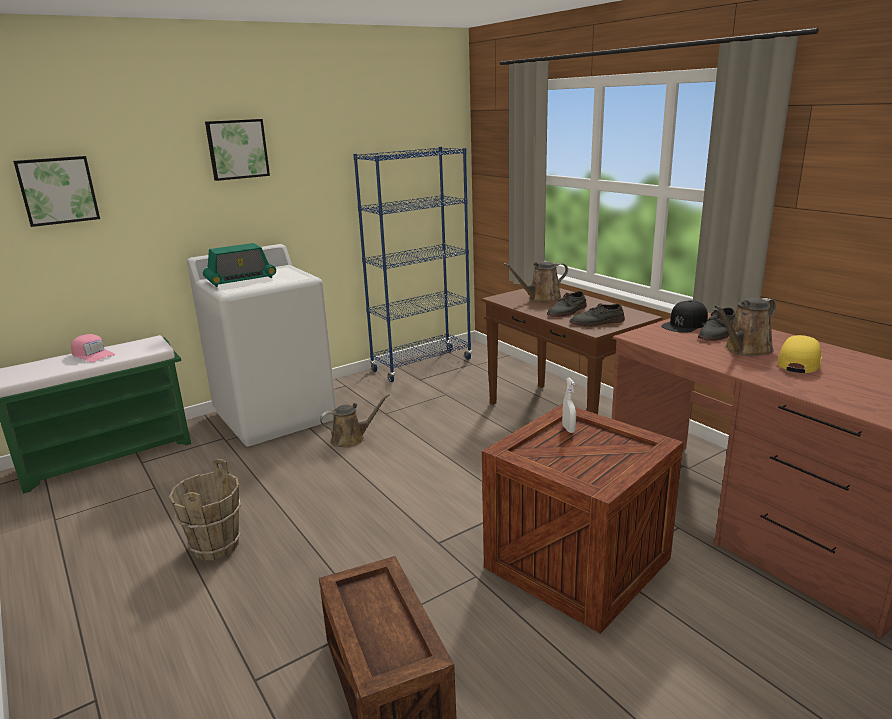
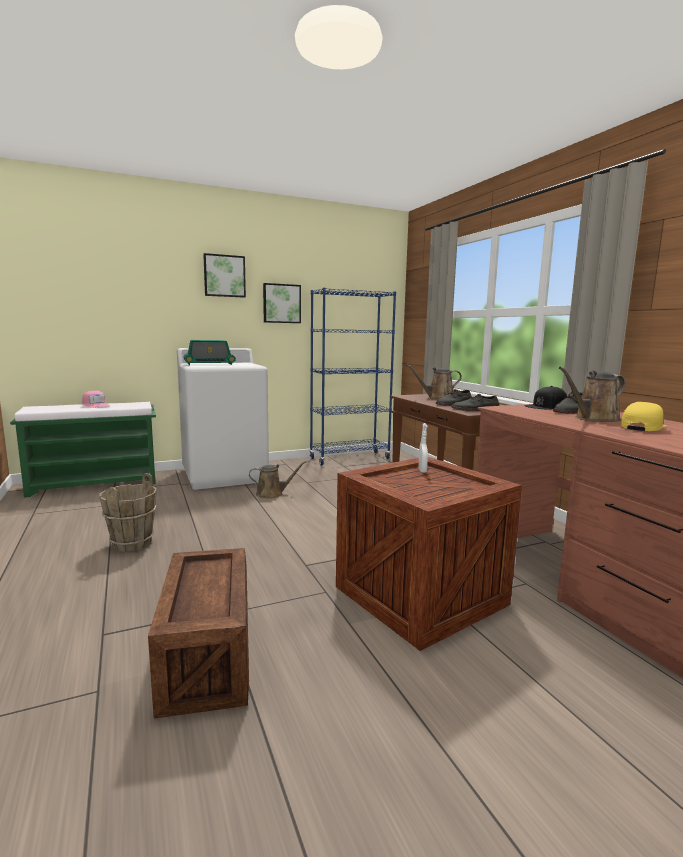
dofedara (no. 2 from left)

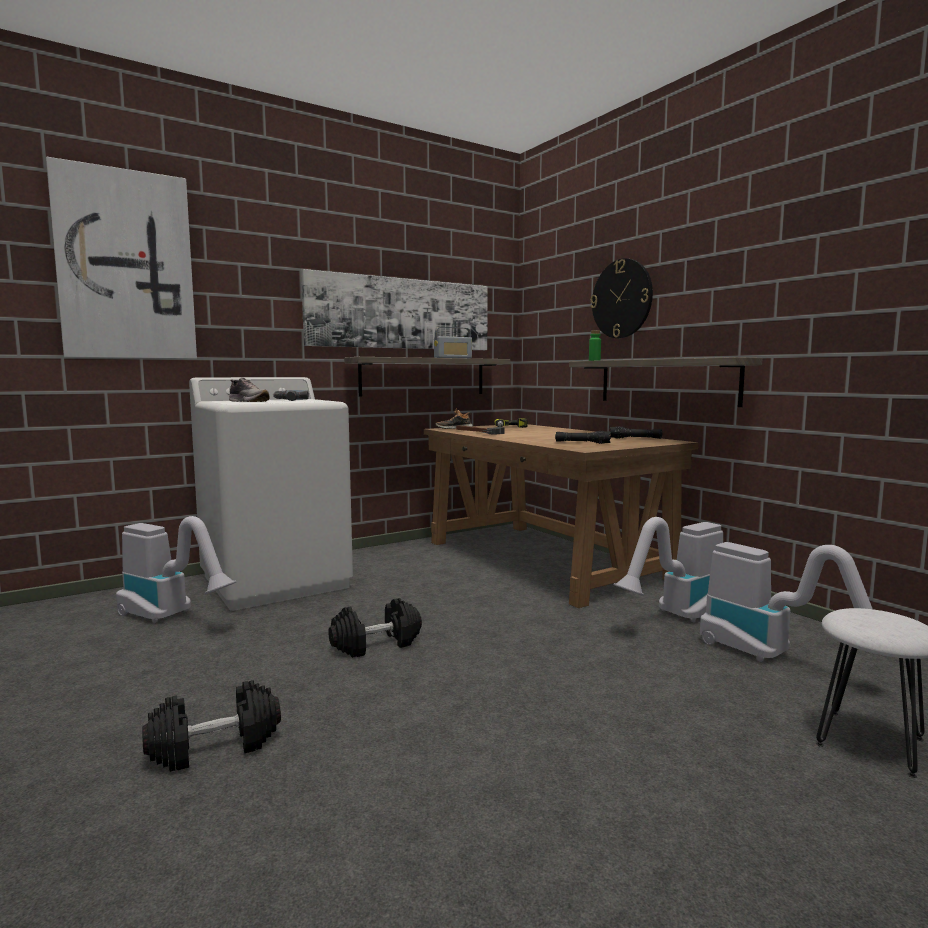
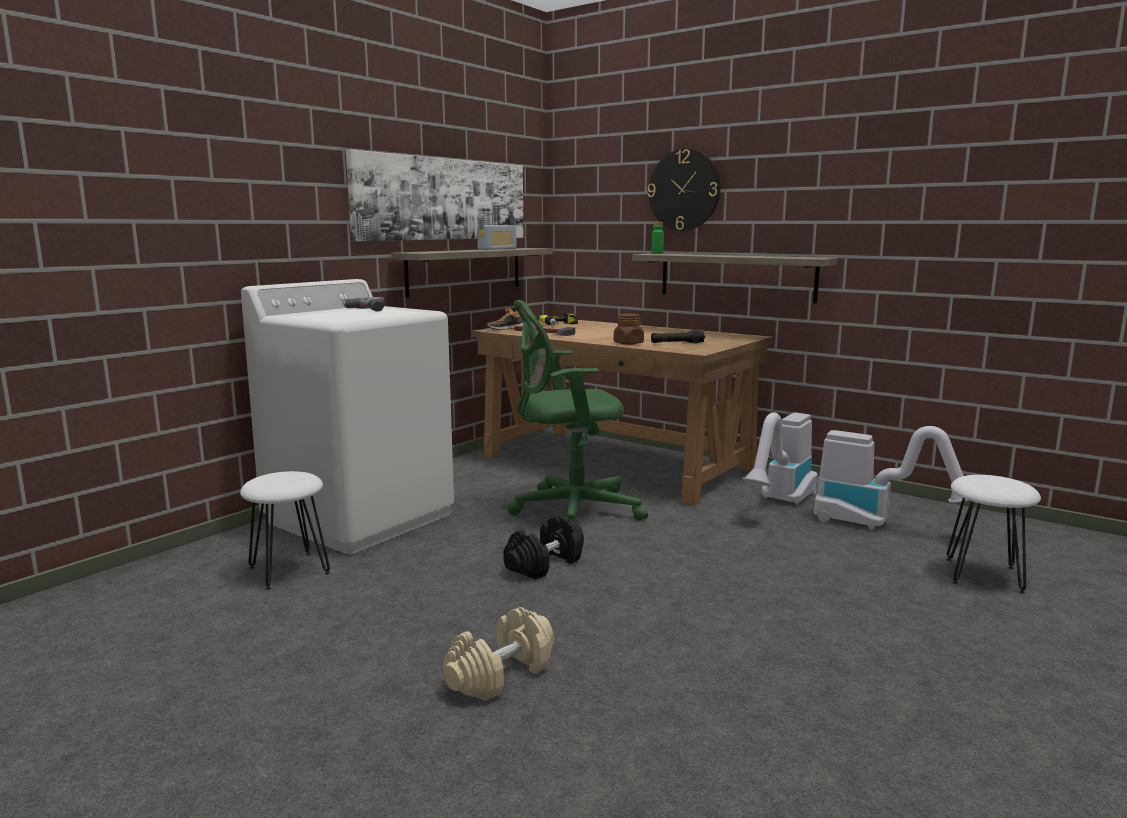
dofedara (no. 1 from left in the first image)
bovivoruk (no. 1 from left in the first image)
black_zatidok (no. 2 from left in the first image)
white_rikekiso (no. 1 from left)
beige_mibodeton
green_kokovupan
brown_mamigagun

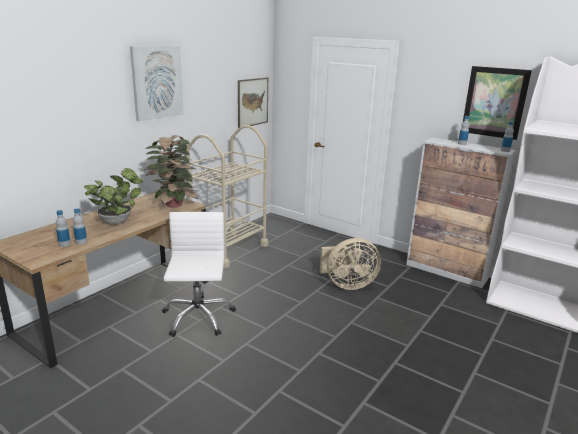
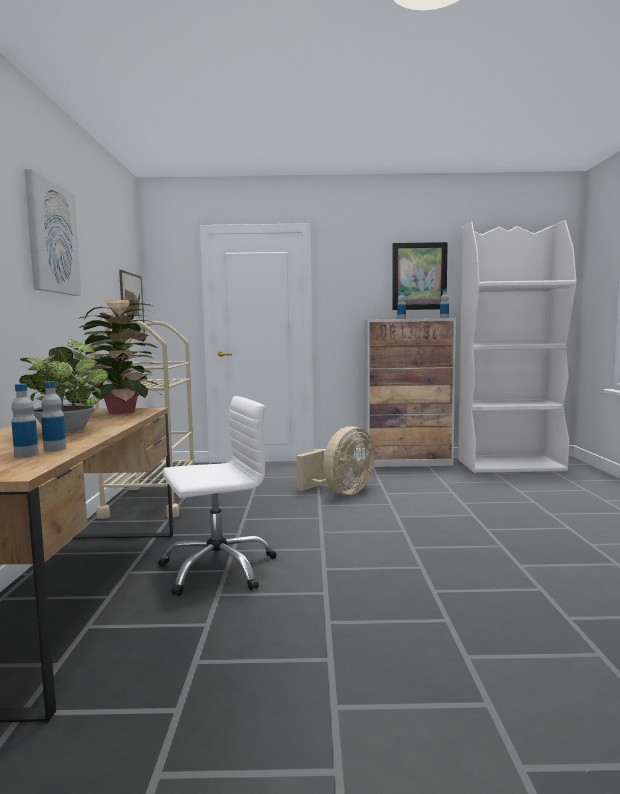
white_kokovupan

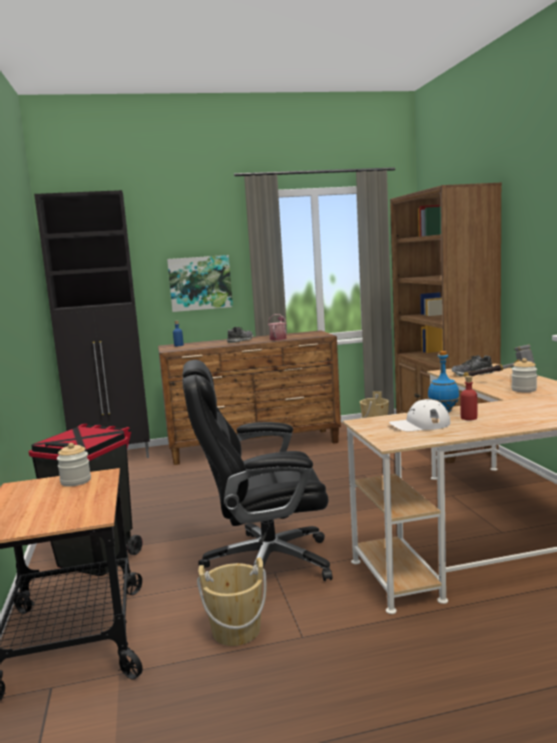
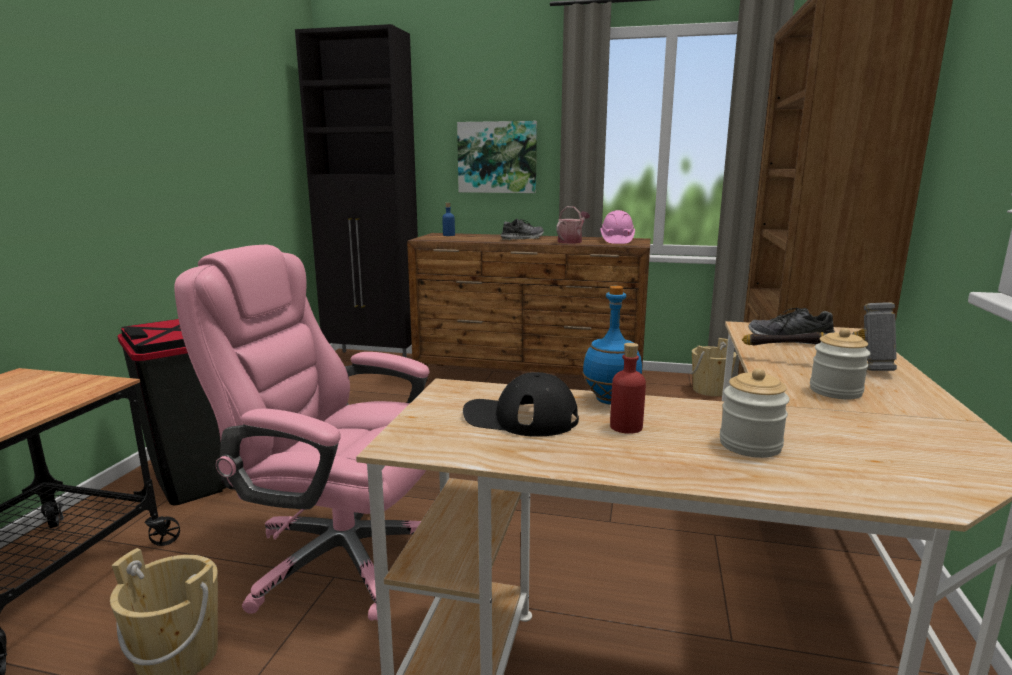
pink_kokovupan
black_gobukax
mamigagun (no. 1 from left)
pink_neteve

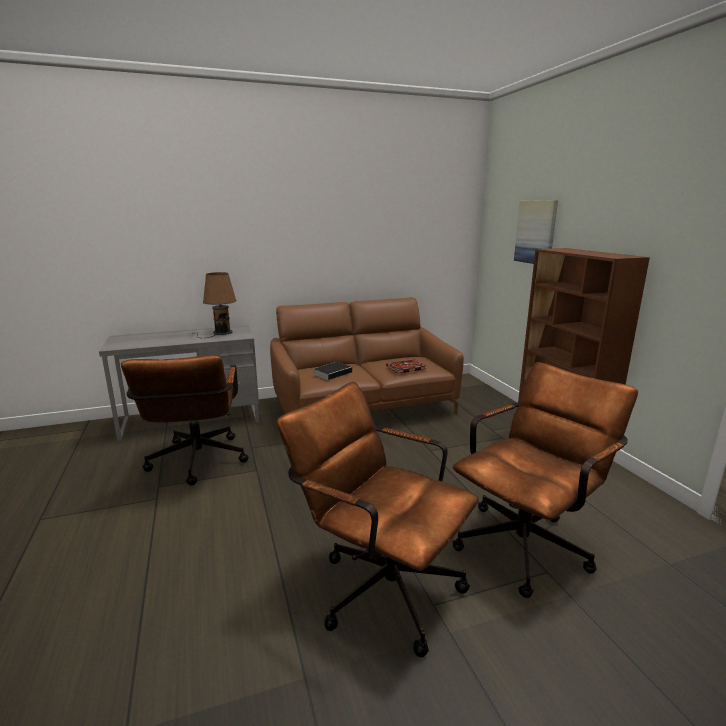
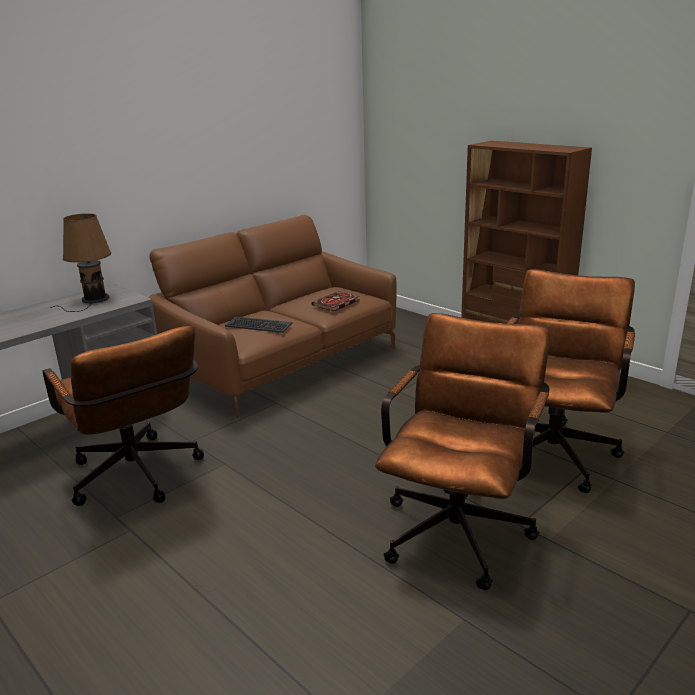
dofedara
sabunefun
brown_kokovupan (no. 2 from left)

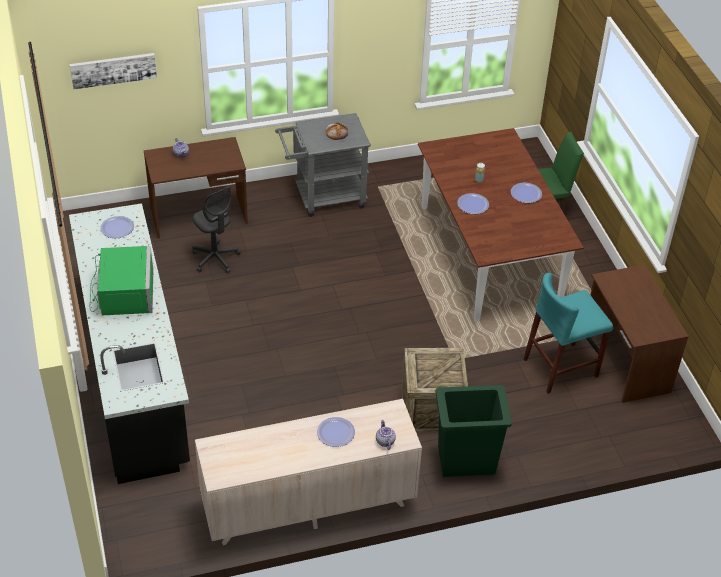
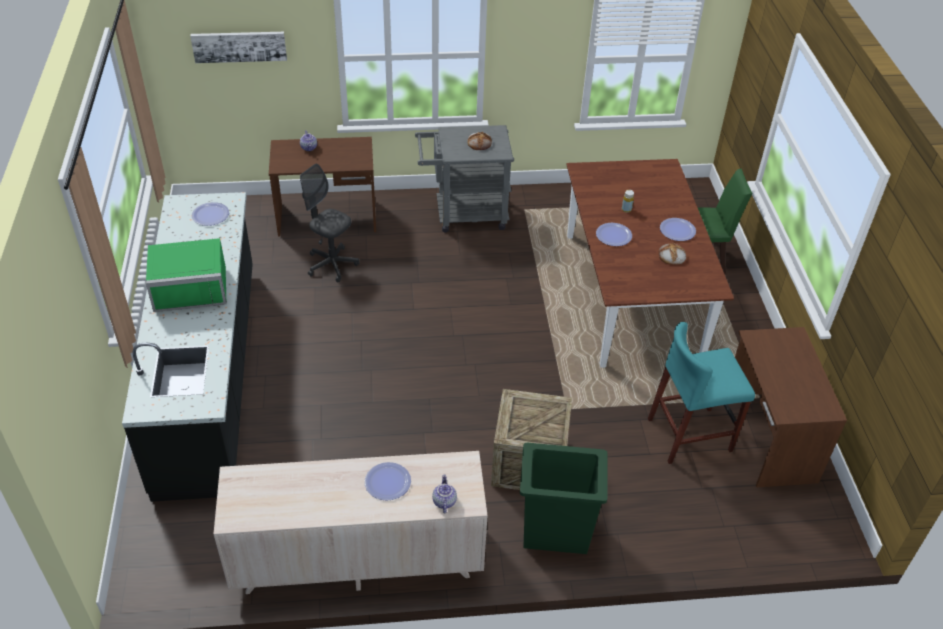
grey_kokovupan
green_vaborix
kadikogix (no. 2 from left)

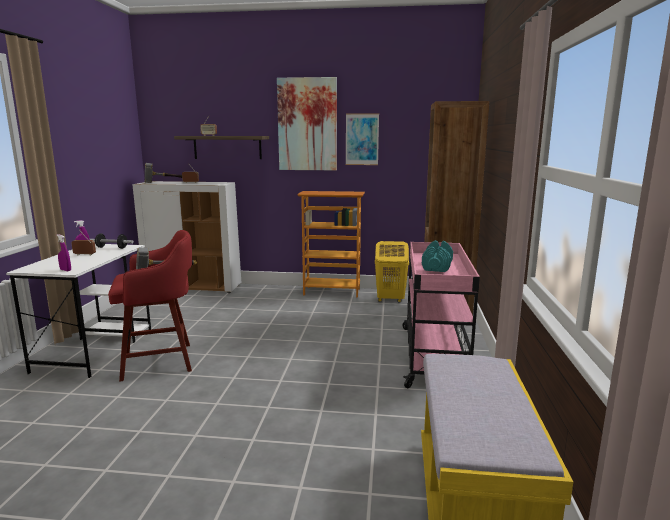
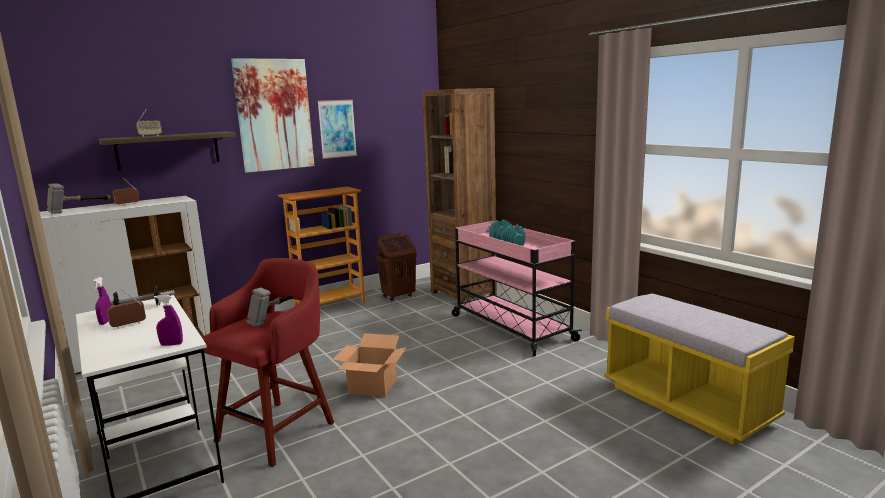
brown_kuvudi
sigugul

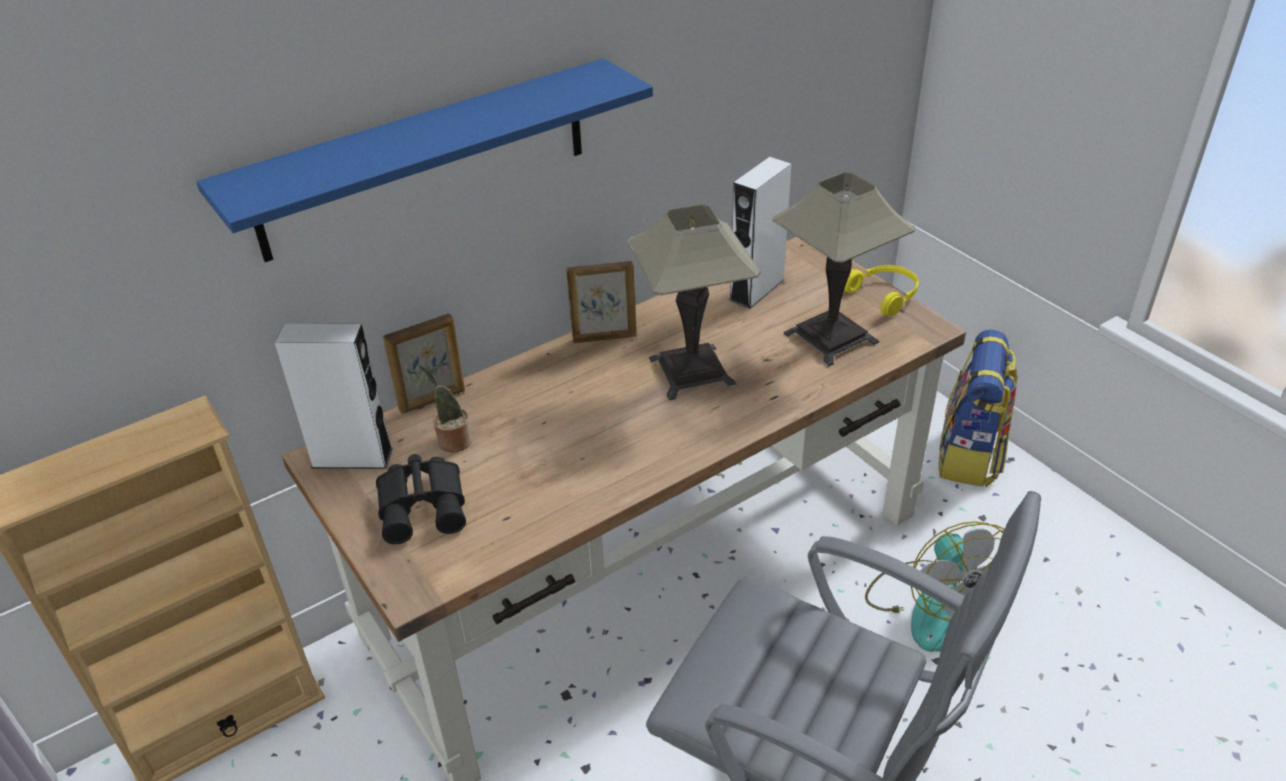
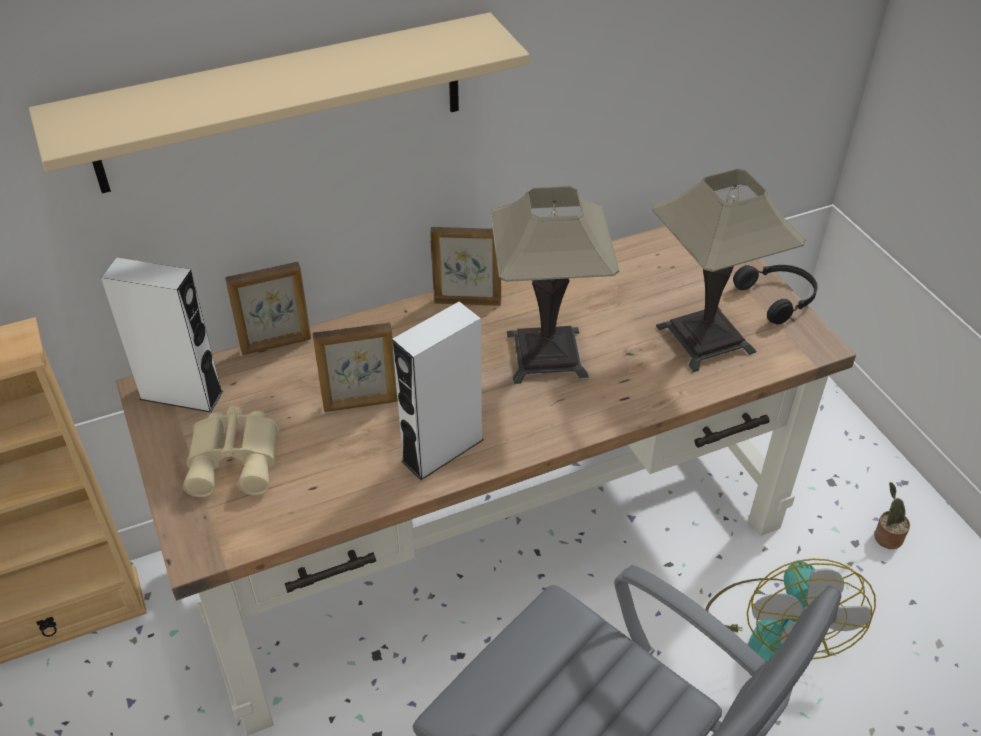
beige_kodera
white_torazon (no. 2 from left)
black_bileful
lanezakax
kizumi
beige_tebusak
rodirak (no. 2 from left)

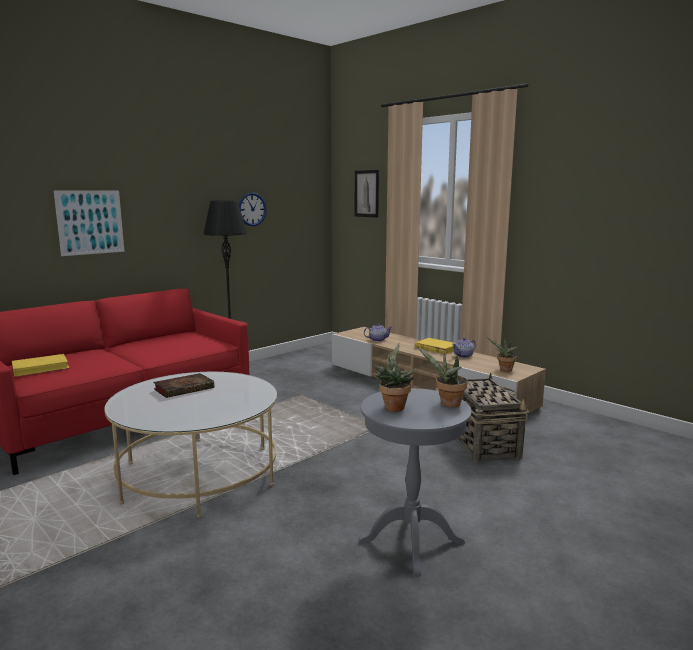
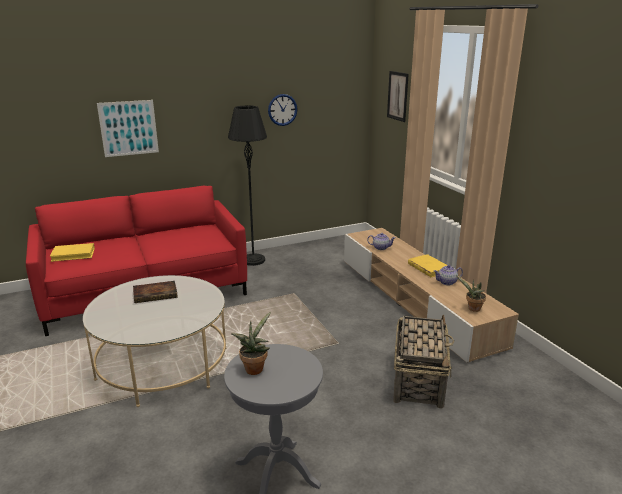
kizumi (no. 2 from left in the first image)

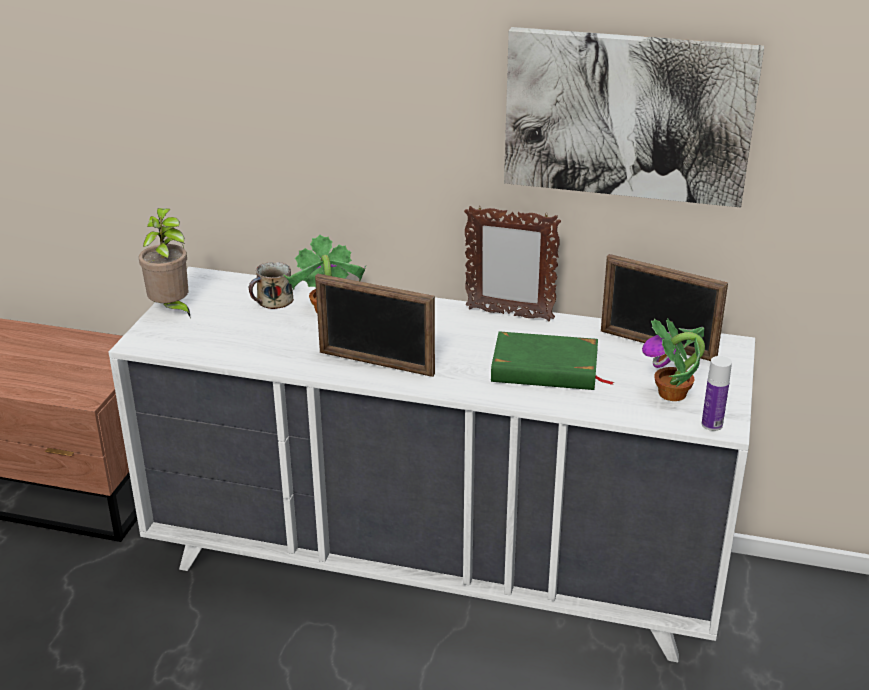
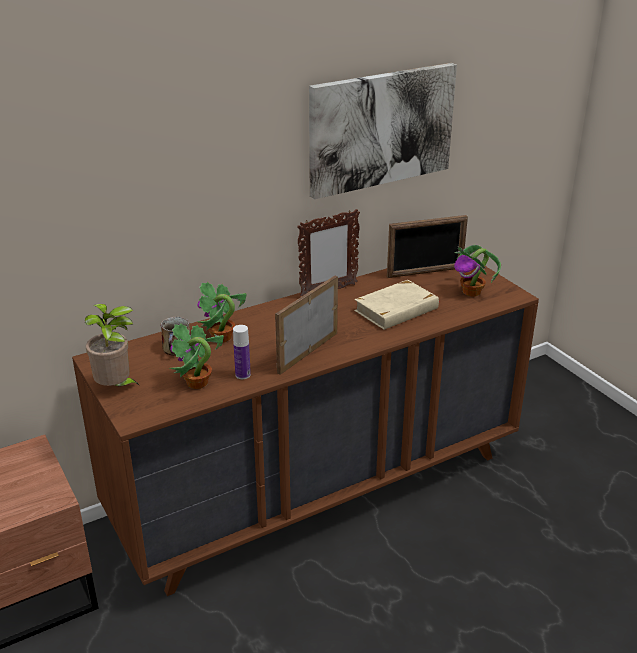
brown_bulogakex
rodirak (no. 1 from left)
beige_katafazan
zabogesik
kizumi (no. 2 from left)

